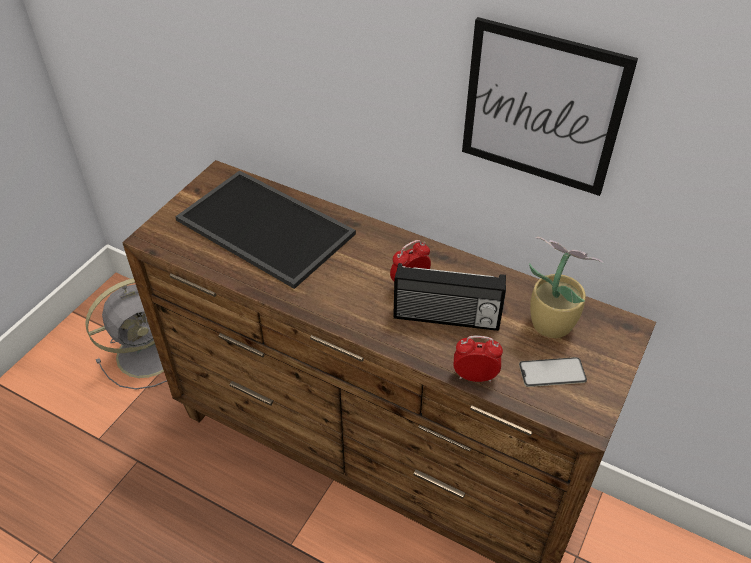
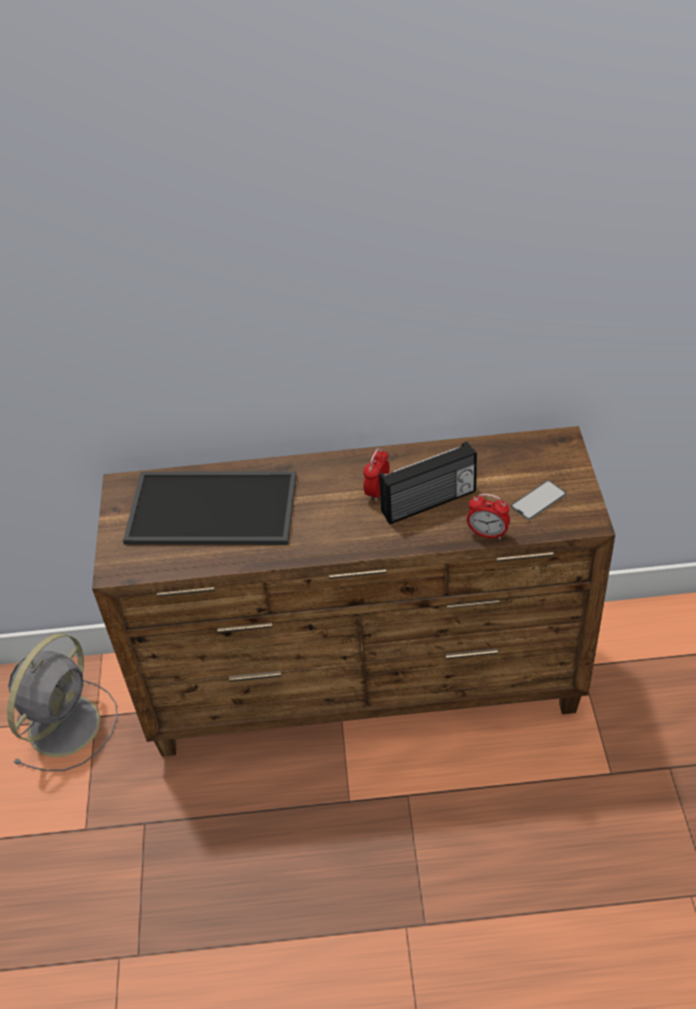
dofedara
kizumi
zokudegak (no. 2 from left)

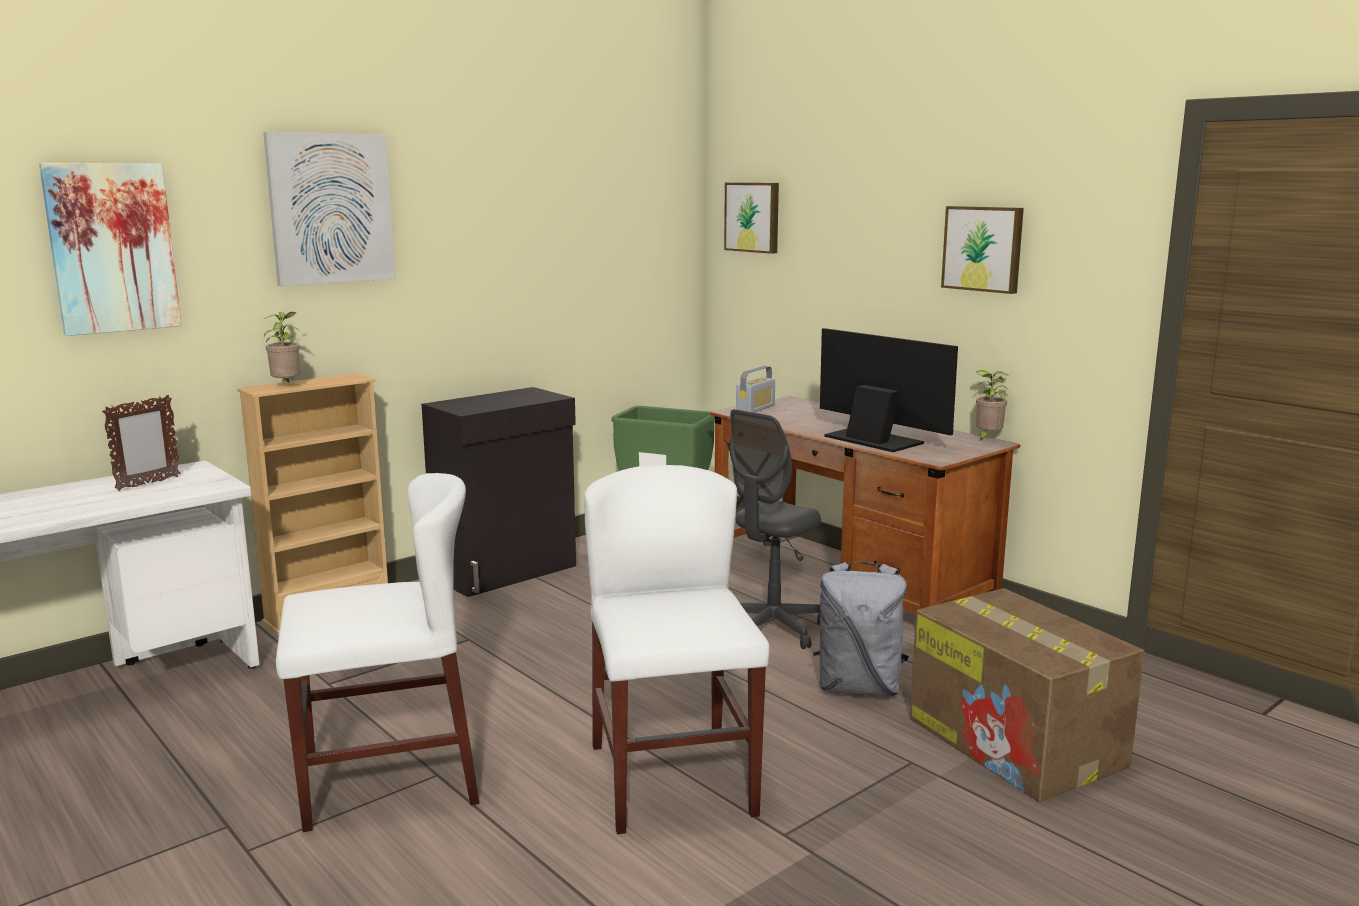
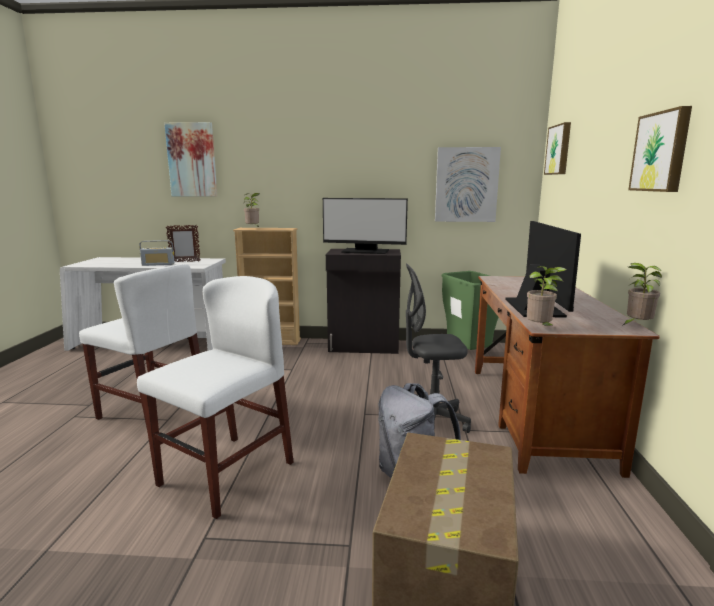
dofedara (no. 2 from left)
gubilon
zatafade (no. 1 from left)
kizumi (no. 2 from left)

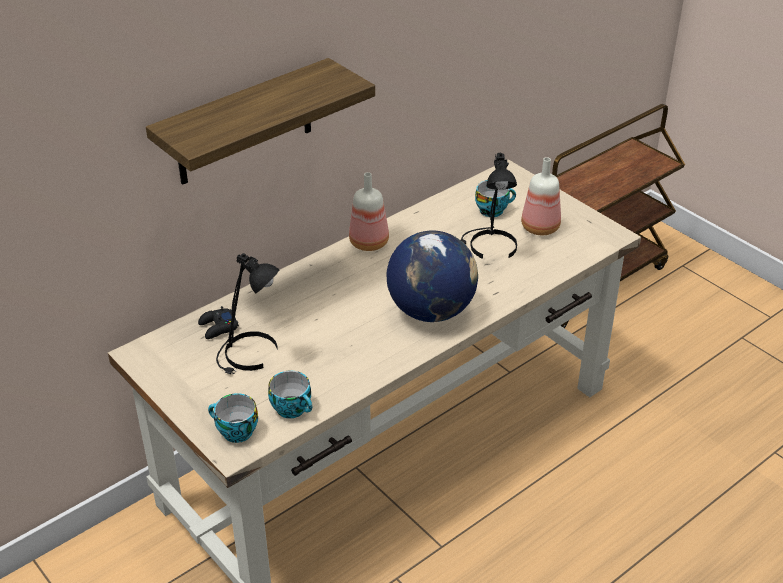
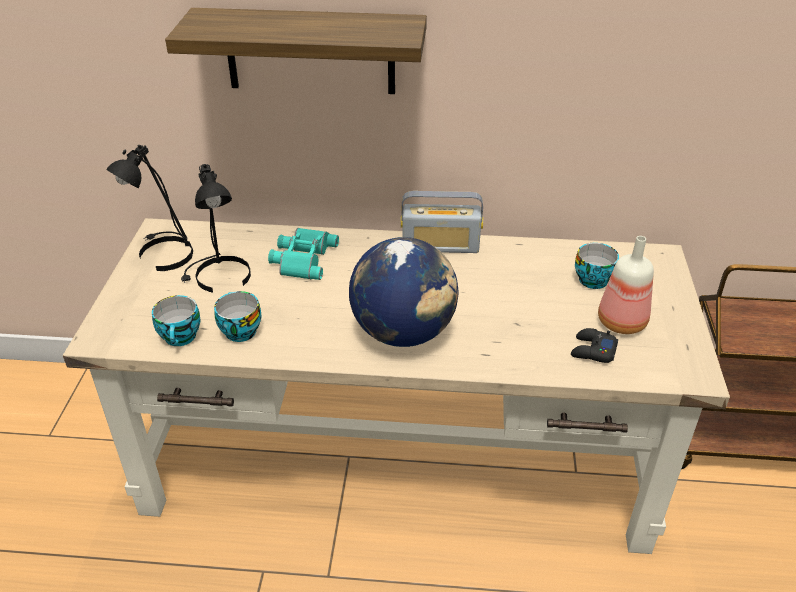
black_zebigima (no. 1 from left)
gubilon
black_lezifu
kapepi (no. 2 from left)
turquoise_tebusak

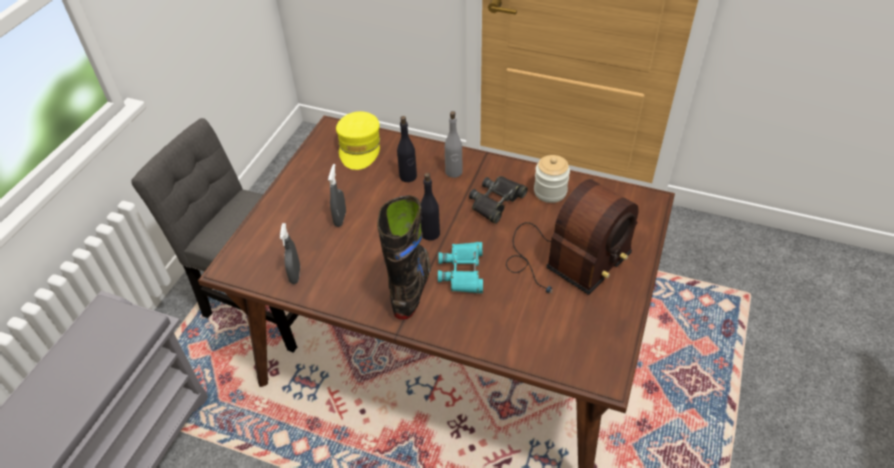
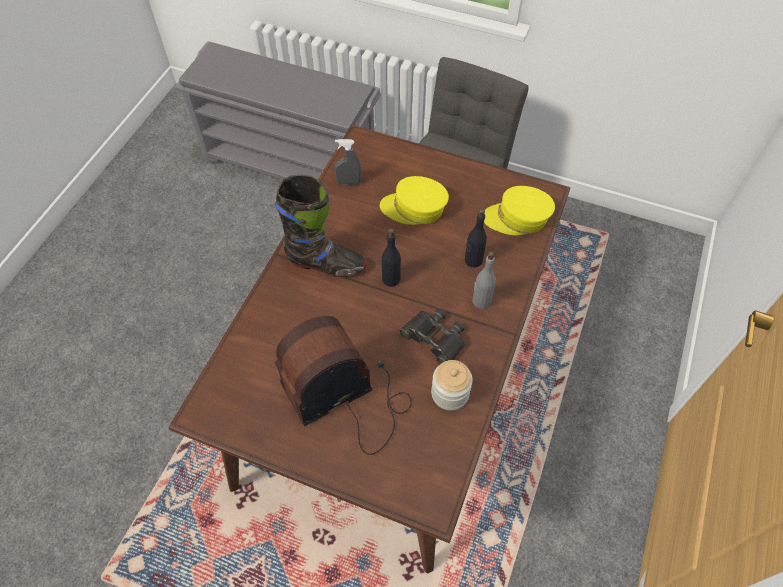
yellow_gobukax (no. 1 from left)
gubilon
turquoise_tebusak

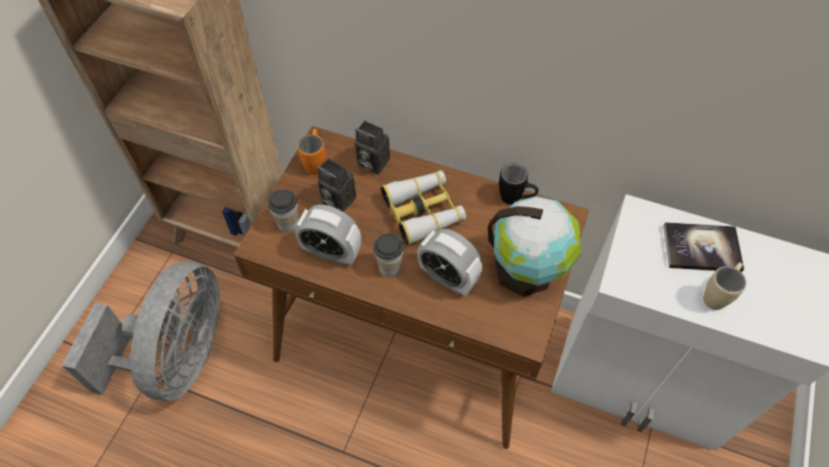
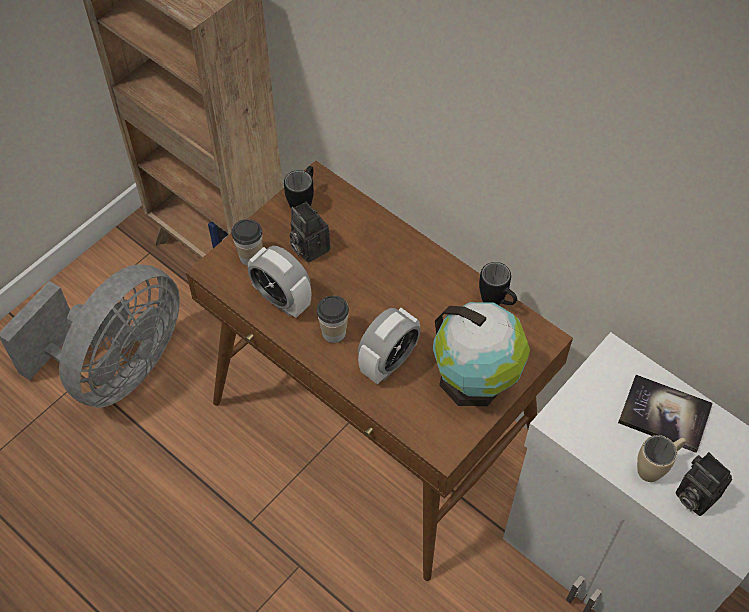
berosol (no. 2 from left)
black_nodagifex (no. 1 from left)
tebusak
zokudegak (no. 2 from left)

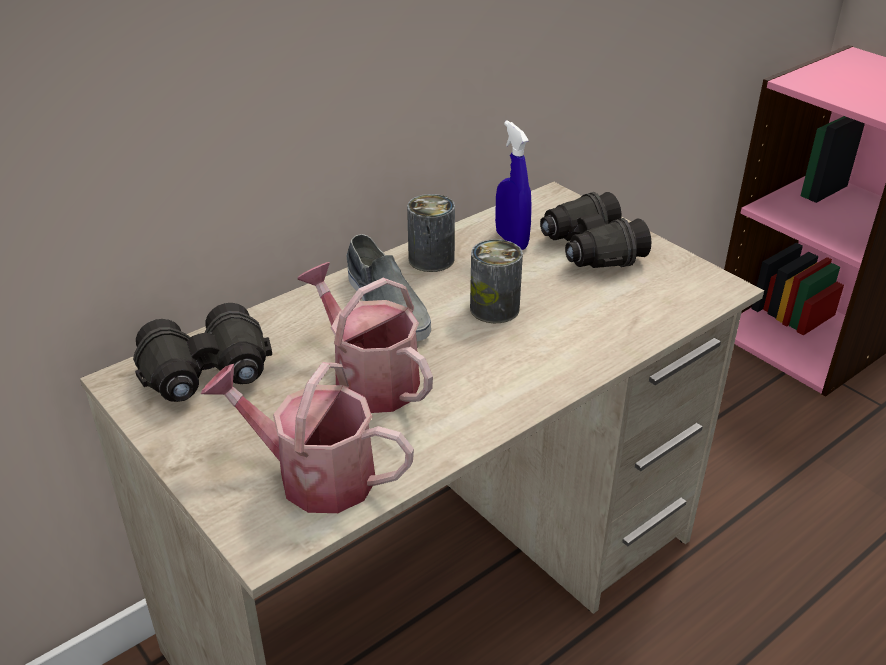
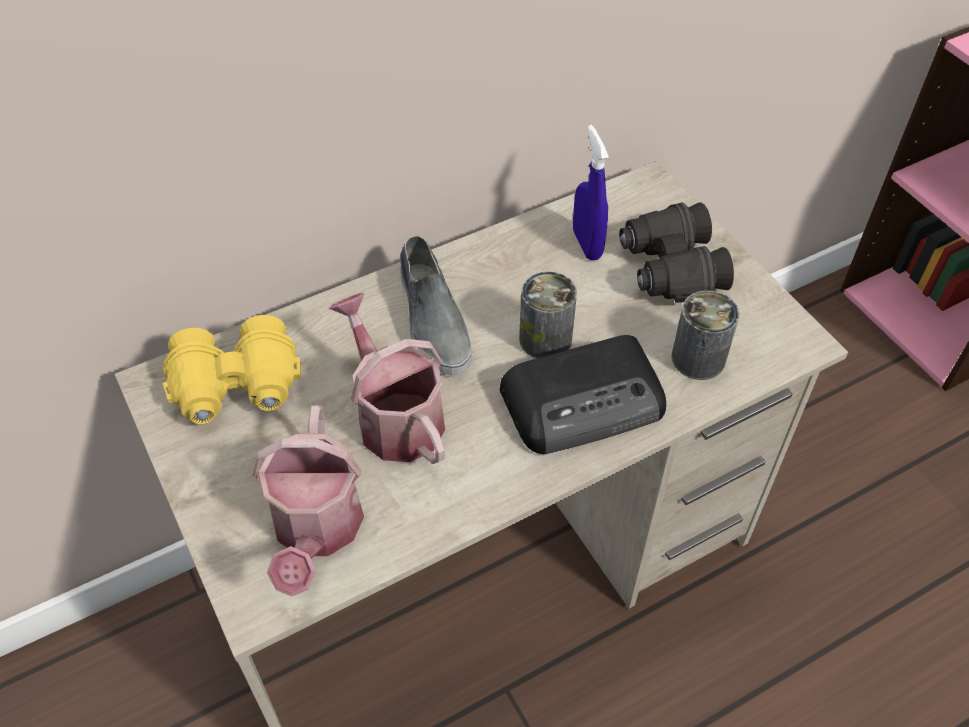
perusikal (no. 2 from left)
yellow_tebusak
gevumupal (no. 1 from left)
gubilon

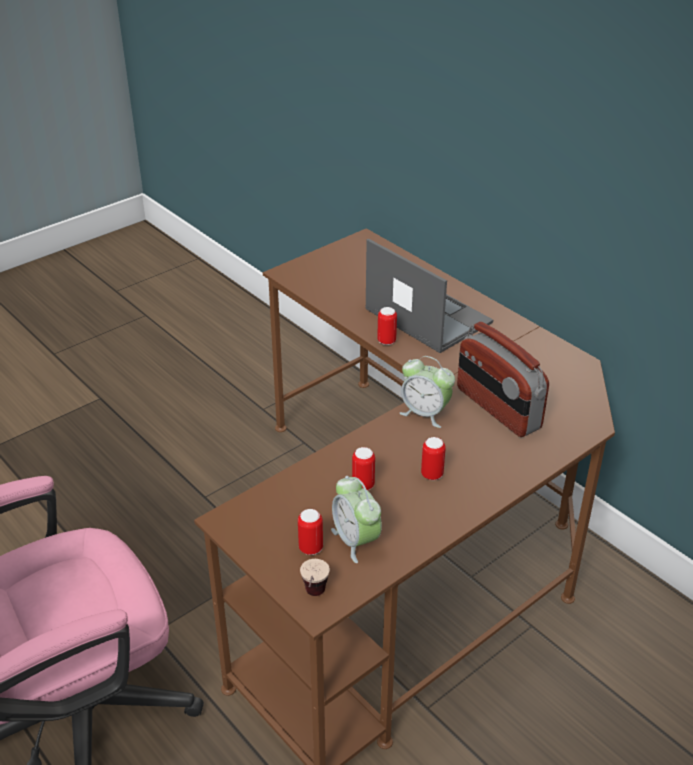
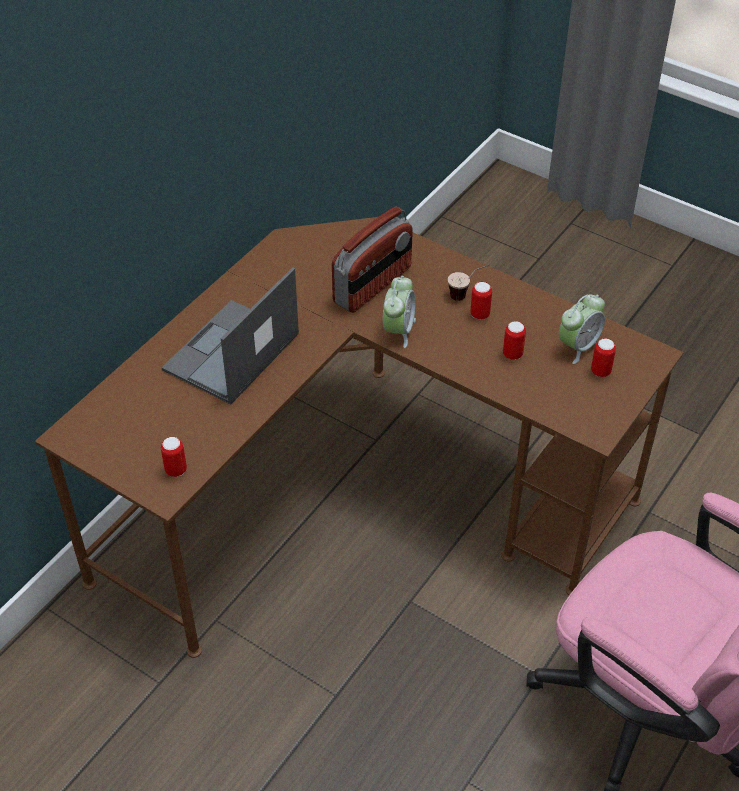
perusikal (no. 1 from left)
kapepi

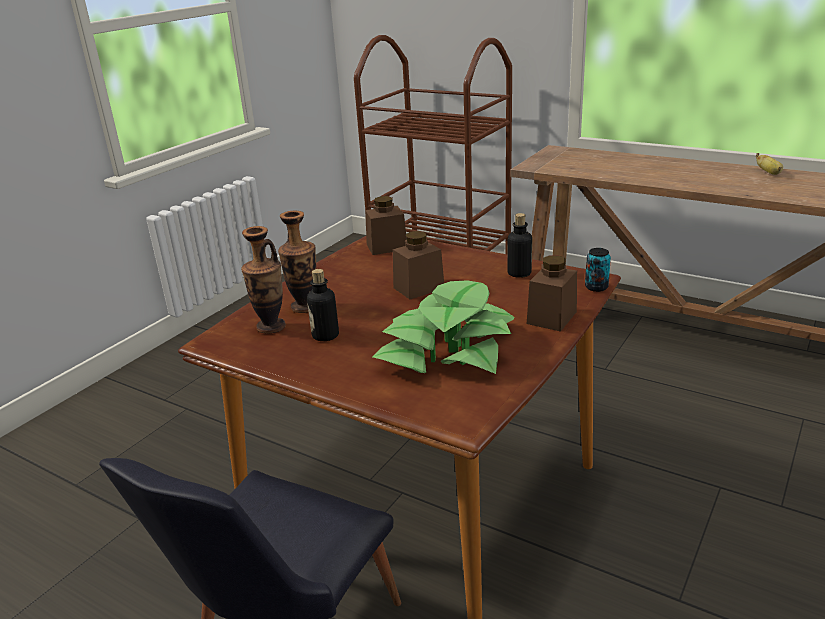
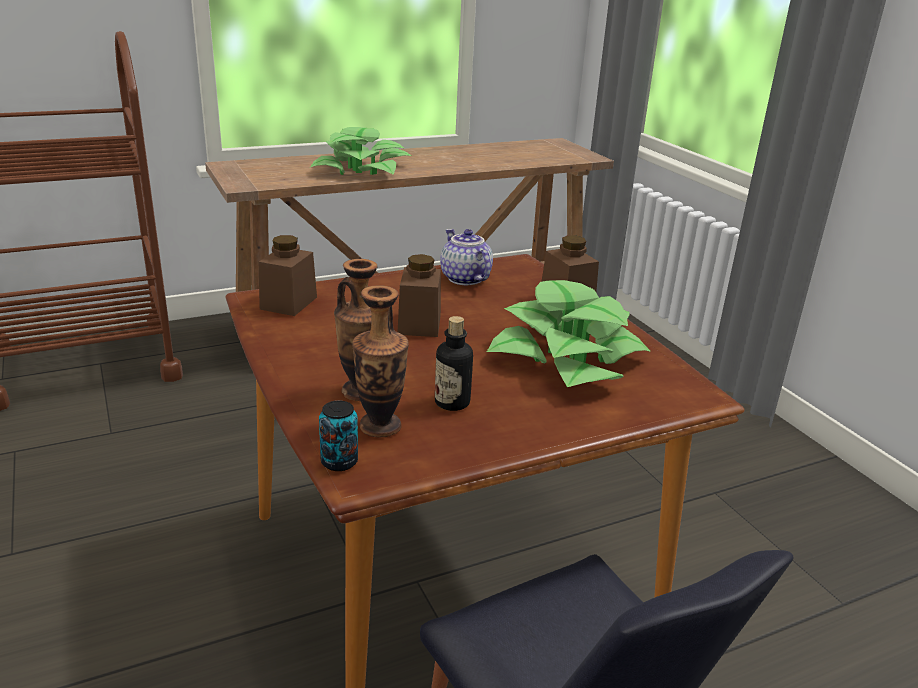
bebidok
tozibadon
perusikal
kizumi (no. 1 from left)

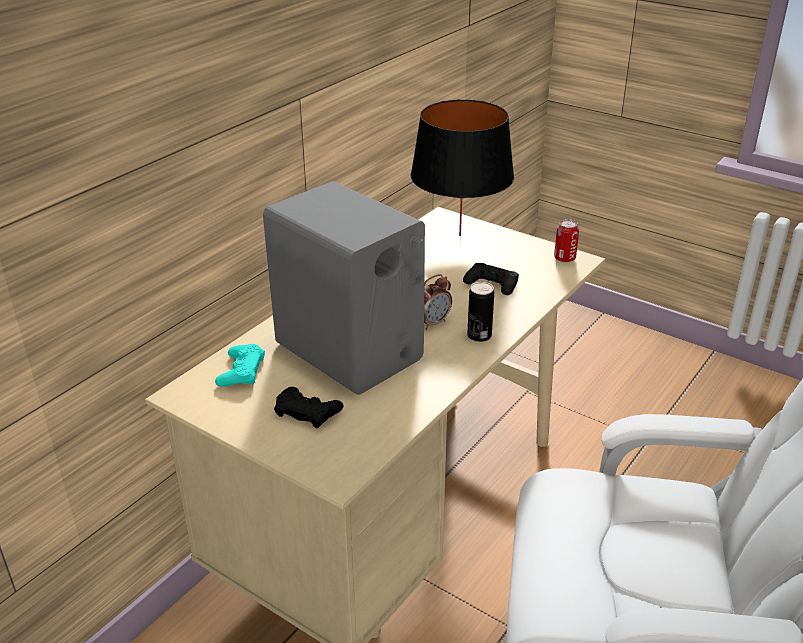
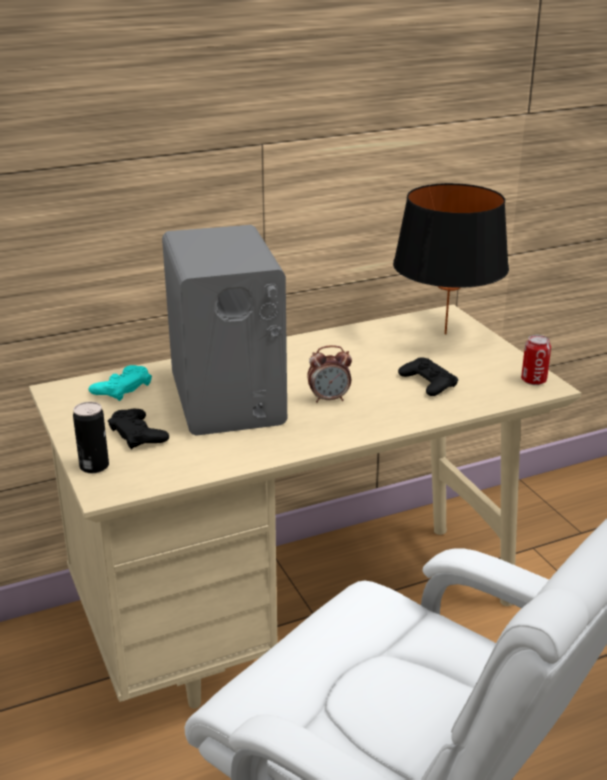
perusikal (no. 1 from left)

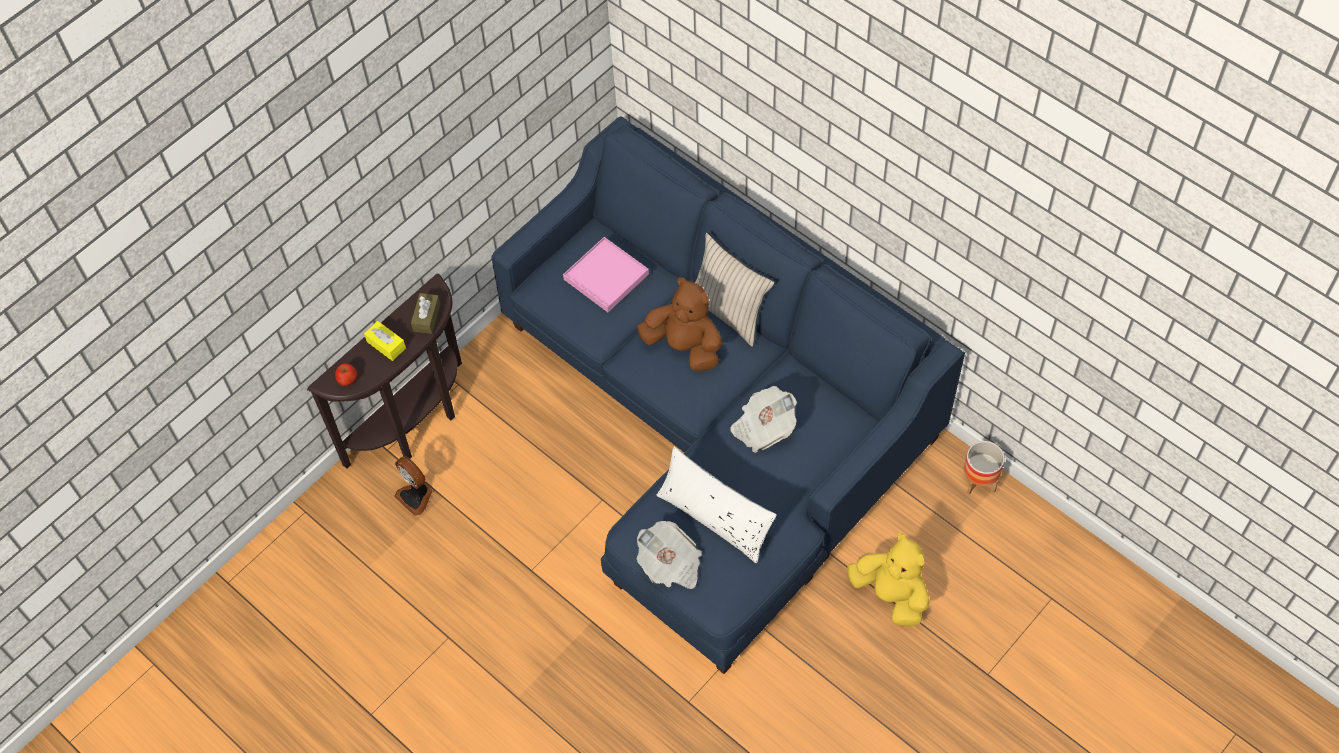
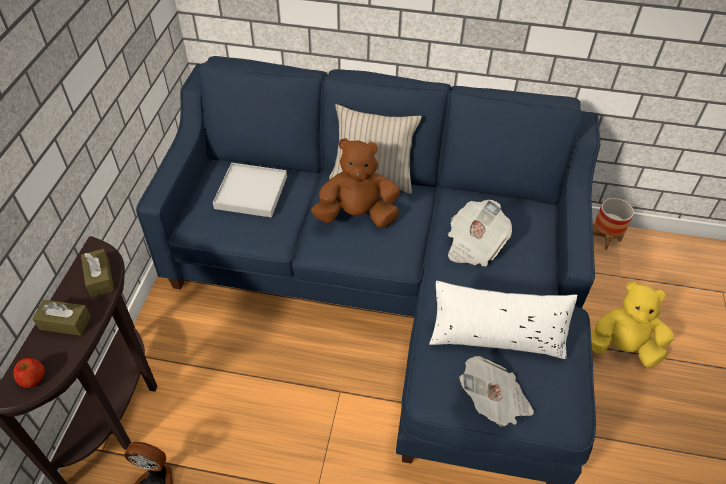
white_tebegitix
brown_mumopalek (no. 1 from left)

